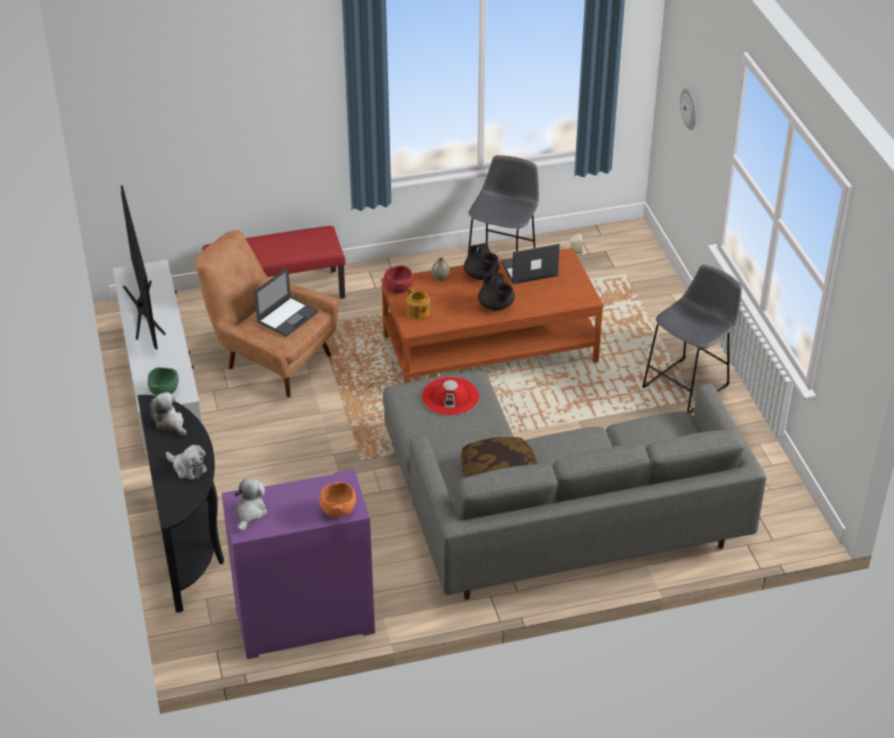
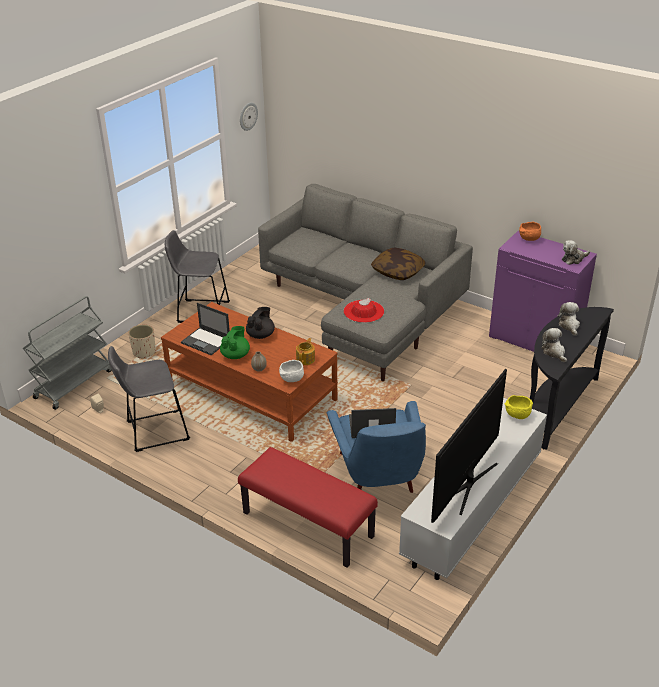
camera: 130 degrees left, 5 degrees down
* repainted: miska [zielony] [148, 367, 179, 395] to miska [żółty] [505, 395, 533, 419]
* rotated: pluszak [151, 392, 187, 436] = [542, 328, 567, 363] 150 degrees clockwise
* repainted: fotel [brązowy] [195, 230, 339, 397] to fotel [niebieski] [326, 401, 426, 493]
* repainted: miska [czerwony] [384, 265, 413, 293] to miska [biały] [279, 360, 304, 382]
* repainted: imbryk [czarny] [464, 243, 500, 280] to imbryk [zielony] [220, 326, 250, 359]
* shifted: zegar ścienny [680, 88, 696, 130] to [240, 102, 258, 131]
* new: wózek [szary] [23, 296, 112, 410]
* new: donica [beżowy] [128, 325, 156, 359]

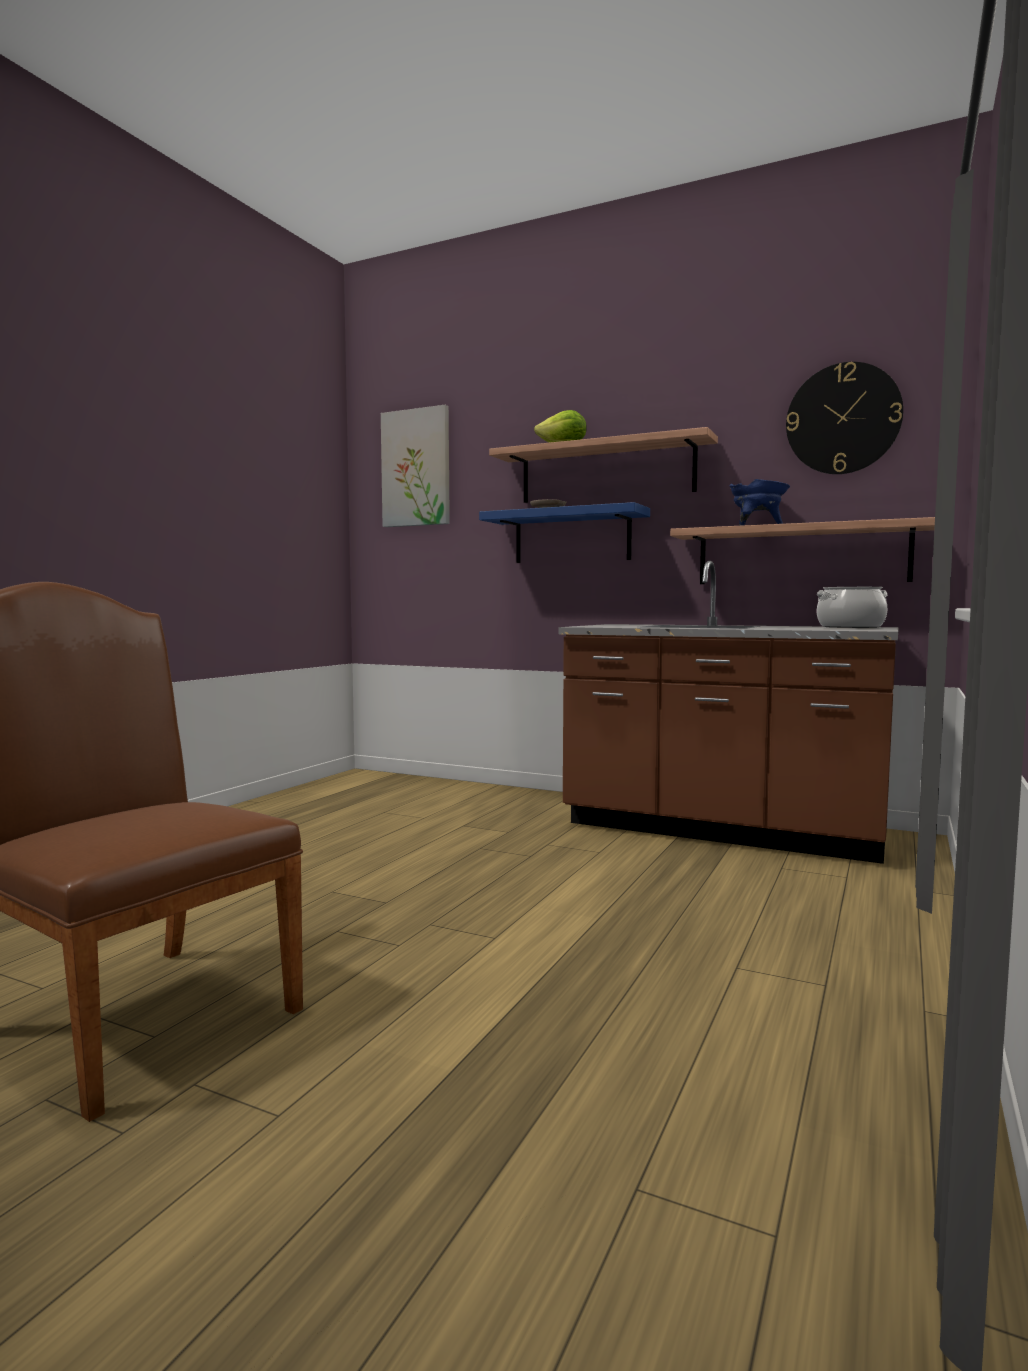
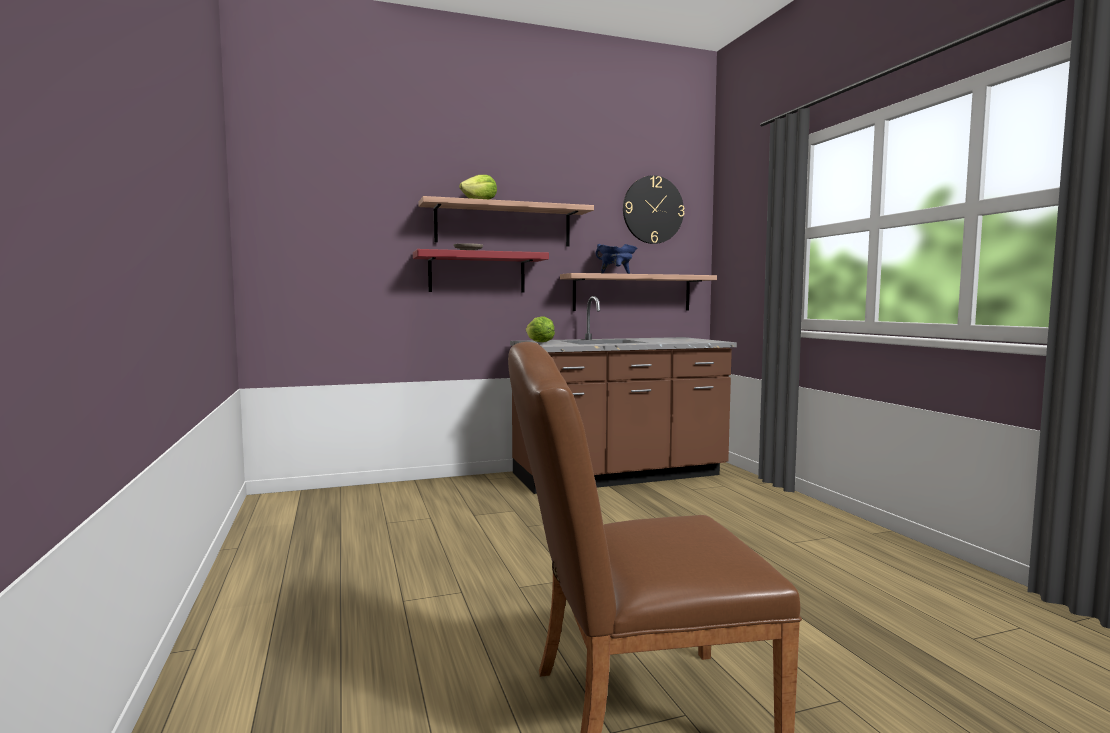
camera: 45 degrees left, 0 degrees up
* gone: obraz [381, 405, 450, 527]
* repainted: półka [niebieski] [479, 502, 650, 563] to półka [czerwony] [413, 249, 549, 292]
* gone: garnek [817, 587, 888, 628]
* new: sałata [526, 316, 555, 342]

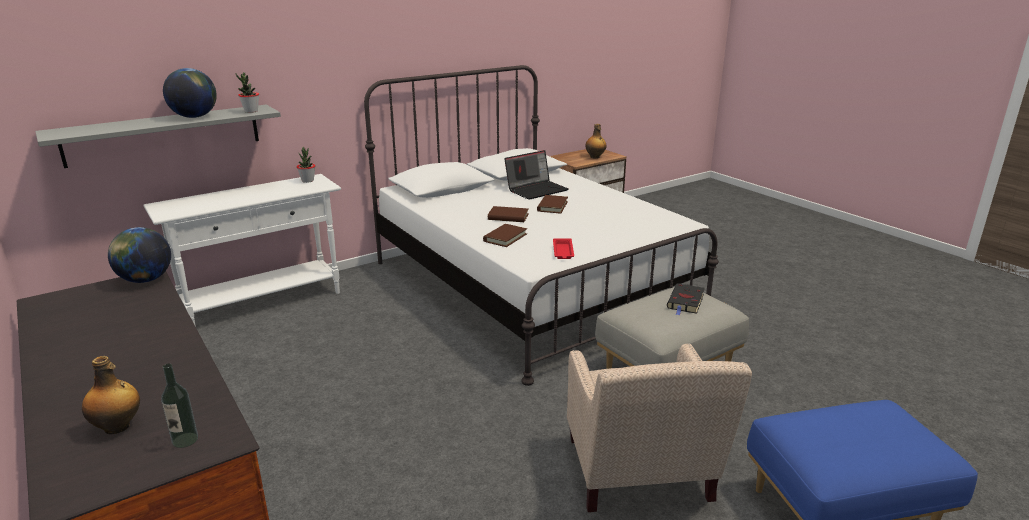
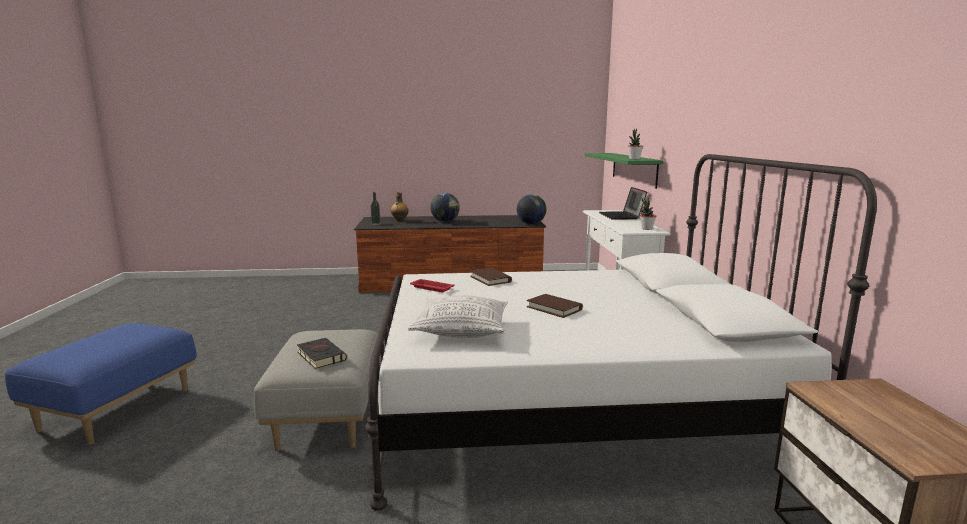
camera: 120 degrees right, 10 degrees down
* repainted: półka [szary] [35, 105, 281, 168] to półka [zielony] [585, 153, 664, 189]
* shifted: globus [163, 68, 217, 118] to [430, 193, 460, 222]
* gone: książka [brązowy] [488, 206, 529, 222]
* shifted: laptop [504, 150, 568, 200] to [599, 187, 647, 220]
* gone: fotel [beżowy] [567, 343, 752, 512]
* gone: butelka [585, 124, 607, 159]
* new: poduszka [408, 295, 508, 338]

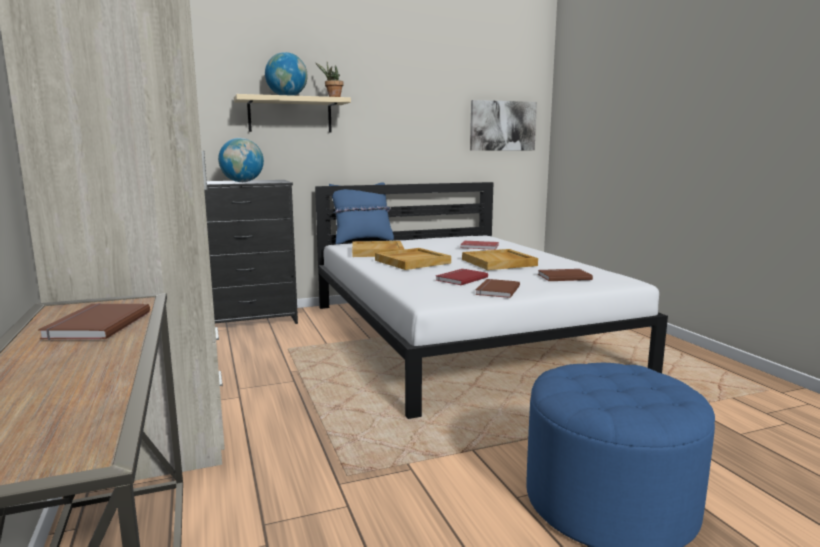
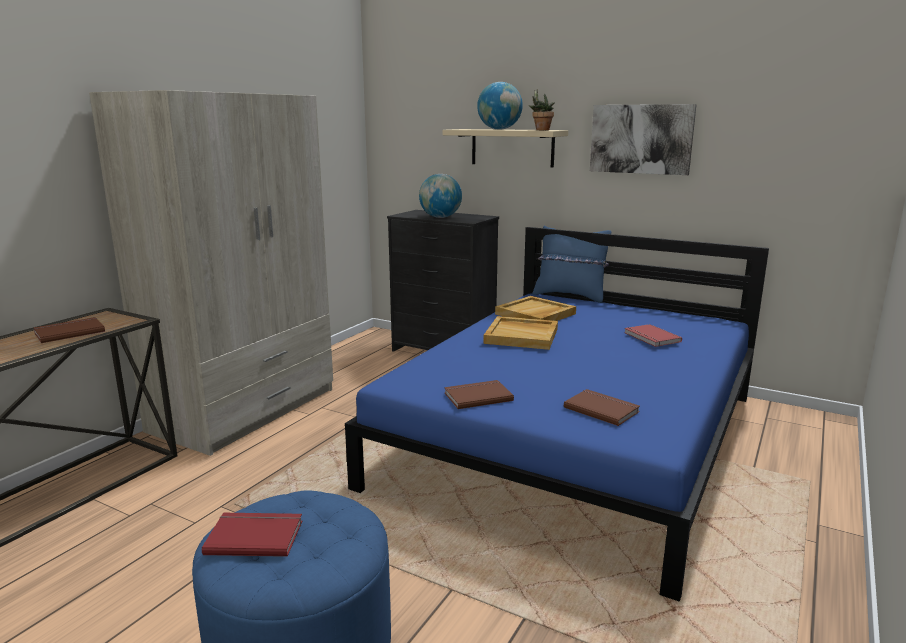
camera: 50 degrees right, 5 degrees up
* repainted: łóżko [biały] [315, 182, 668, 419] to łóżko [niebieski] [345, 227, 769, 602]
* shifted: książka [czerwony] [436, 269, 488, 285] to [202, 513, 302, 557]
* gone: taca [beżowy] [462, 249, 538, 270]
* shifted: obraz [470, 100, 537, 150] to [590, 104, 697, 175]

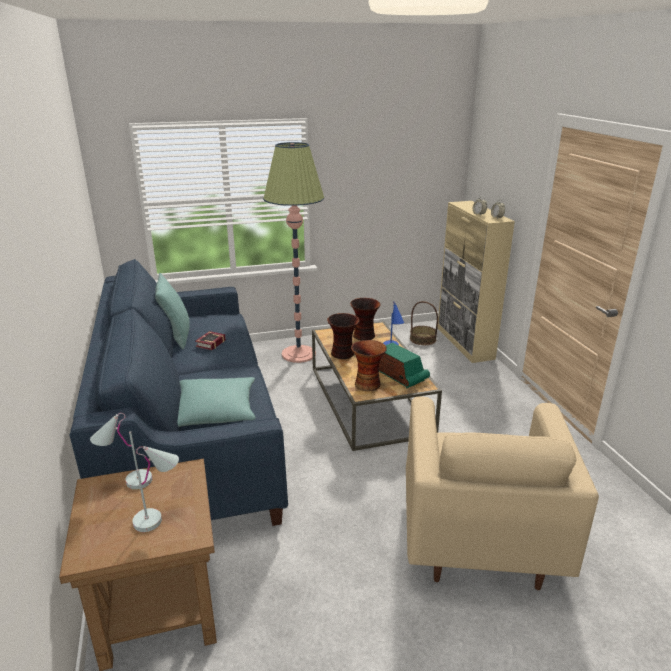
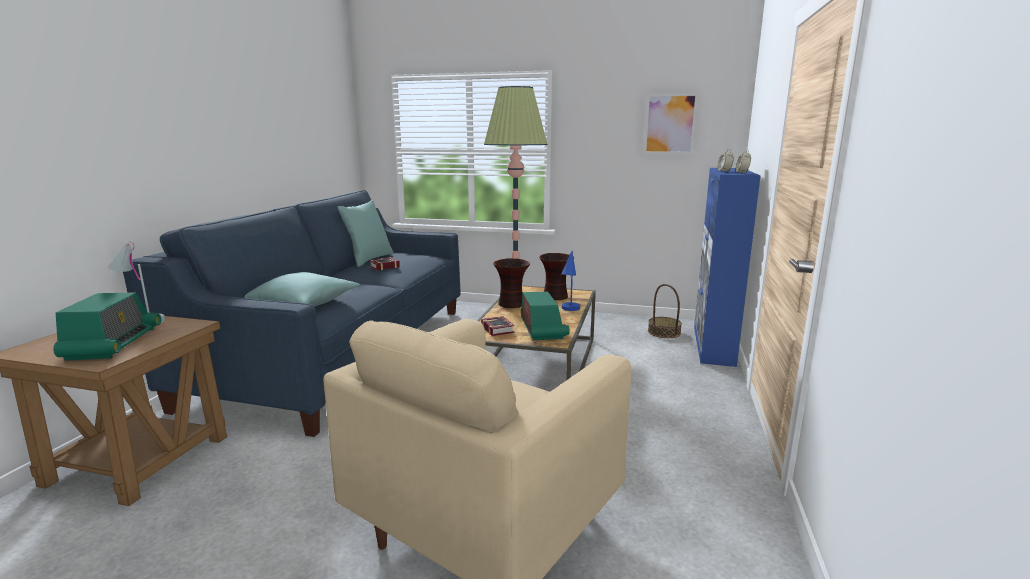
camera: 30 degrees right, 10 degrees down
* swapped: lampa stołowa [biały] [132, 446, 179, 532] to radio [53, 293, 161, 361]
* swapped: wazon [351, 340, 387, 391] to książka [481, 316, 514, 336]
* repainted: szafka [beżowy] [437, 201, 515, 363] to szafka [niebieski] [694, 168, 761, 367]
* new: obraz [643, 93, 698, 154]

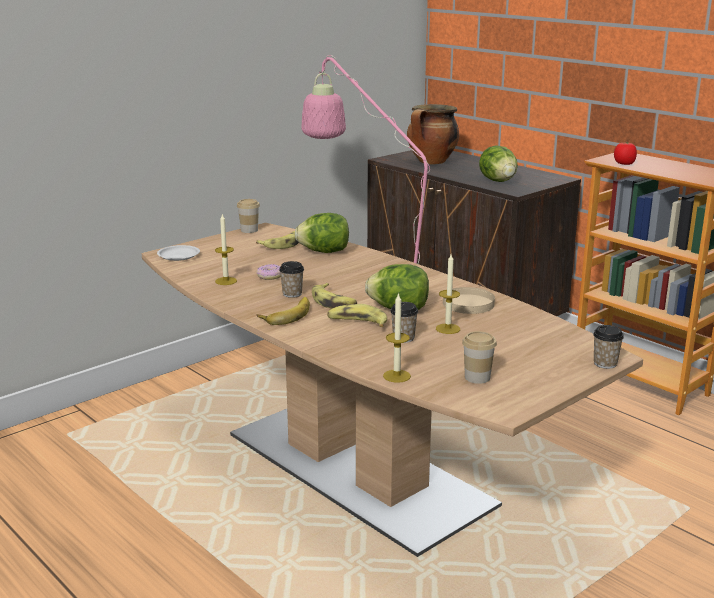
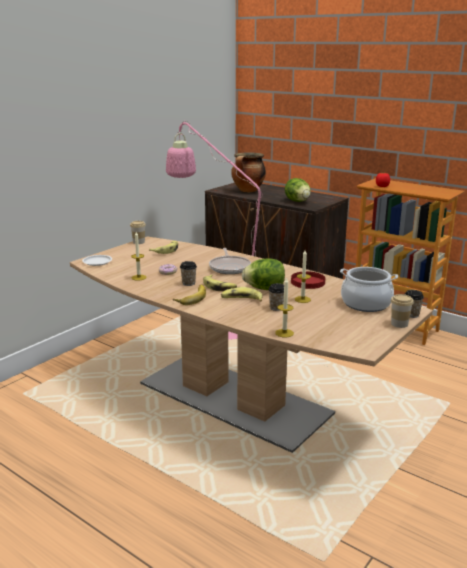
camera: 10 degrees left, 0 degrees up
* gone: sałata [295, 213, 349, 253]
* repainted: talerz [beżowy] [443, 287, 495, 314] to talerz [czerwony] [291, 271, 325, 289]
* shifted: filiżanka [462, 331, 497, 384] to [391, 294, 414, 328]
* new: patelnia [209, 248, 251, 274]
* new: garnek [340, 267, 398, 312]

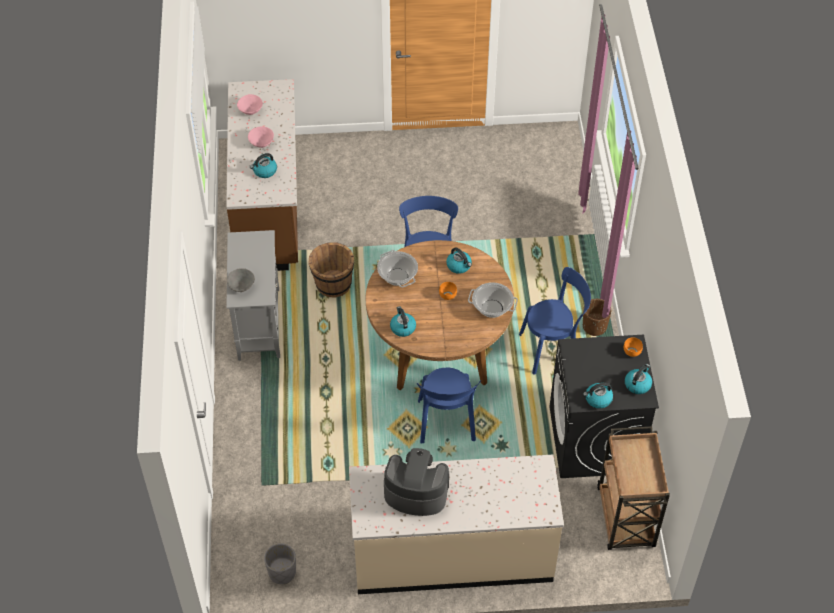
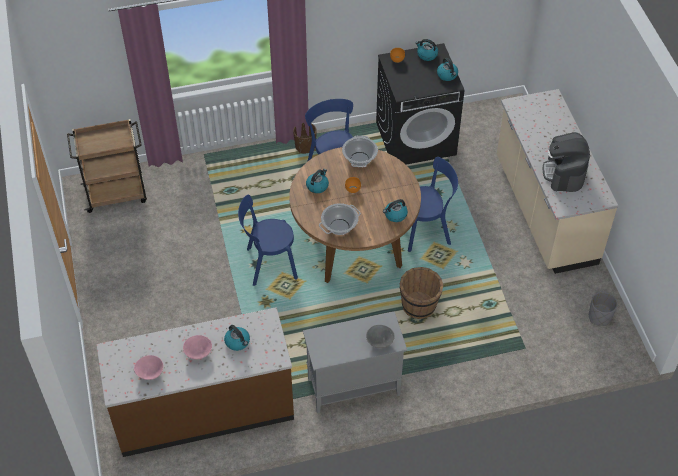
camera: 100 degrees left, 0 degrees up
* shifted: wiadro [brązowy] [309, 243, 354, 297] to [400, 267, 443, 319]
* shifted: wózek [brązowy] [597, 426, 670, 550] to [67, 119, 147, 213]

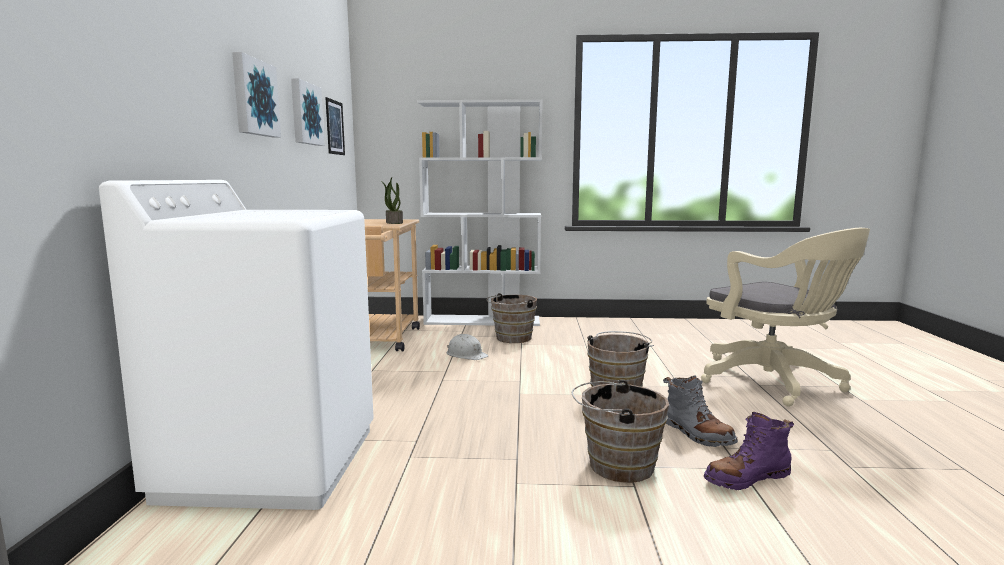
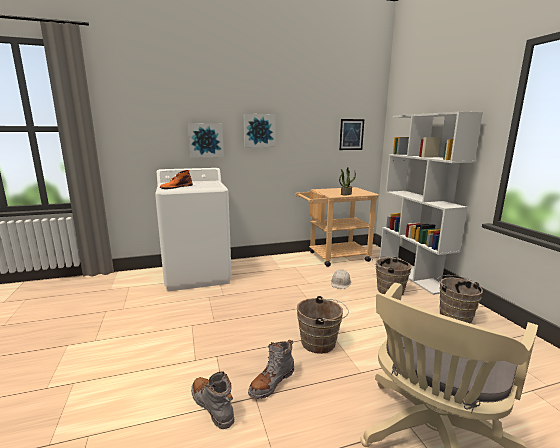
camera: 70 degrees right, 5 degrees up
* shifted: obraz [291, 78, 325, 146] to [188, 123, 224, 158]
* shifted: wiadro [brązowy] [572, 379, 669, 483] to [437, 275, 483, 323]
* repainted: but z cholewką [fioletowy] [704, 412, 794, 490] to but z cholewką [szary] [191, 371, 234, 429]
* new: but z cholewką [pomarańczowy] [160, 170, 193, 189]

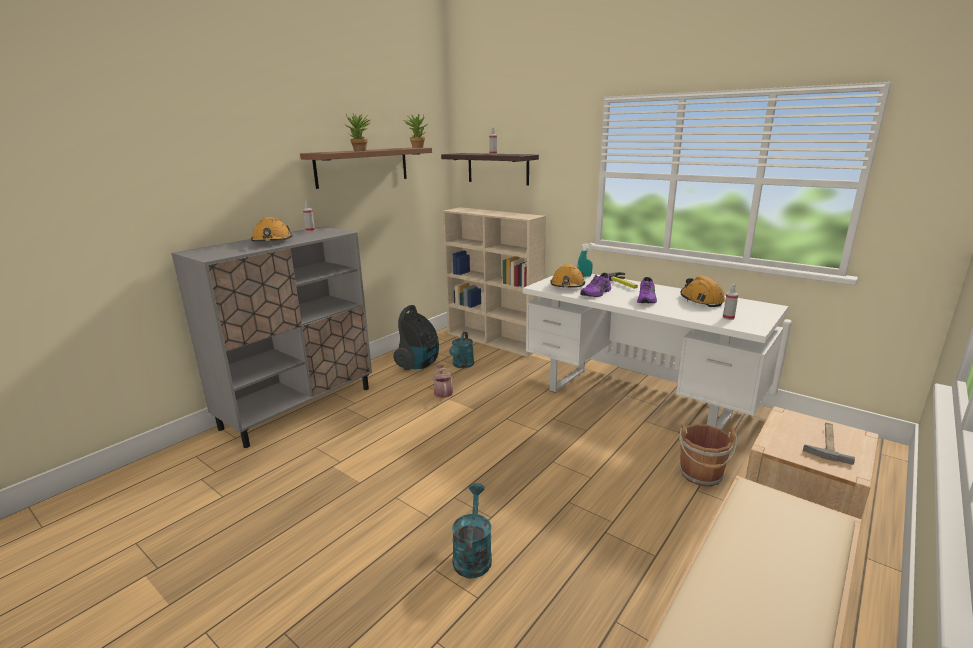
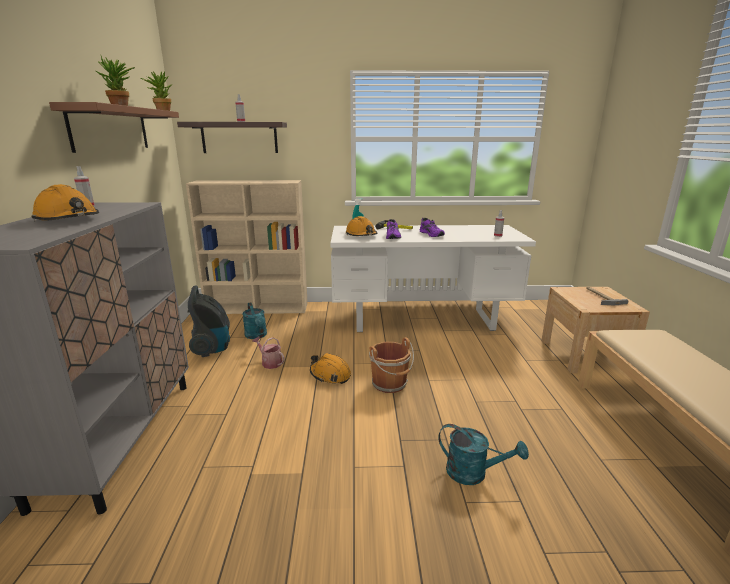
camera: 40 degrees left, 0 degrees up
* rotated: konewka [turkusowy] [452, 483, 492, 578] = [438, 424, 529, 485] 150 degrees clockwise
* shifted: wiadro [brązowy] [679, 424, 738, 487] to [369, 337, 414, 393]
* shifted: kask [pomarańczowy] [681, 276, 725, 307] to [310, 353, 351, 384]

